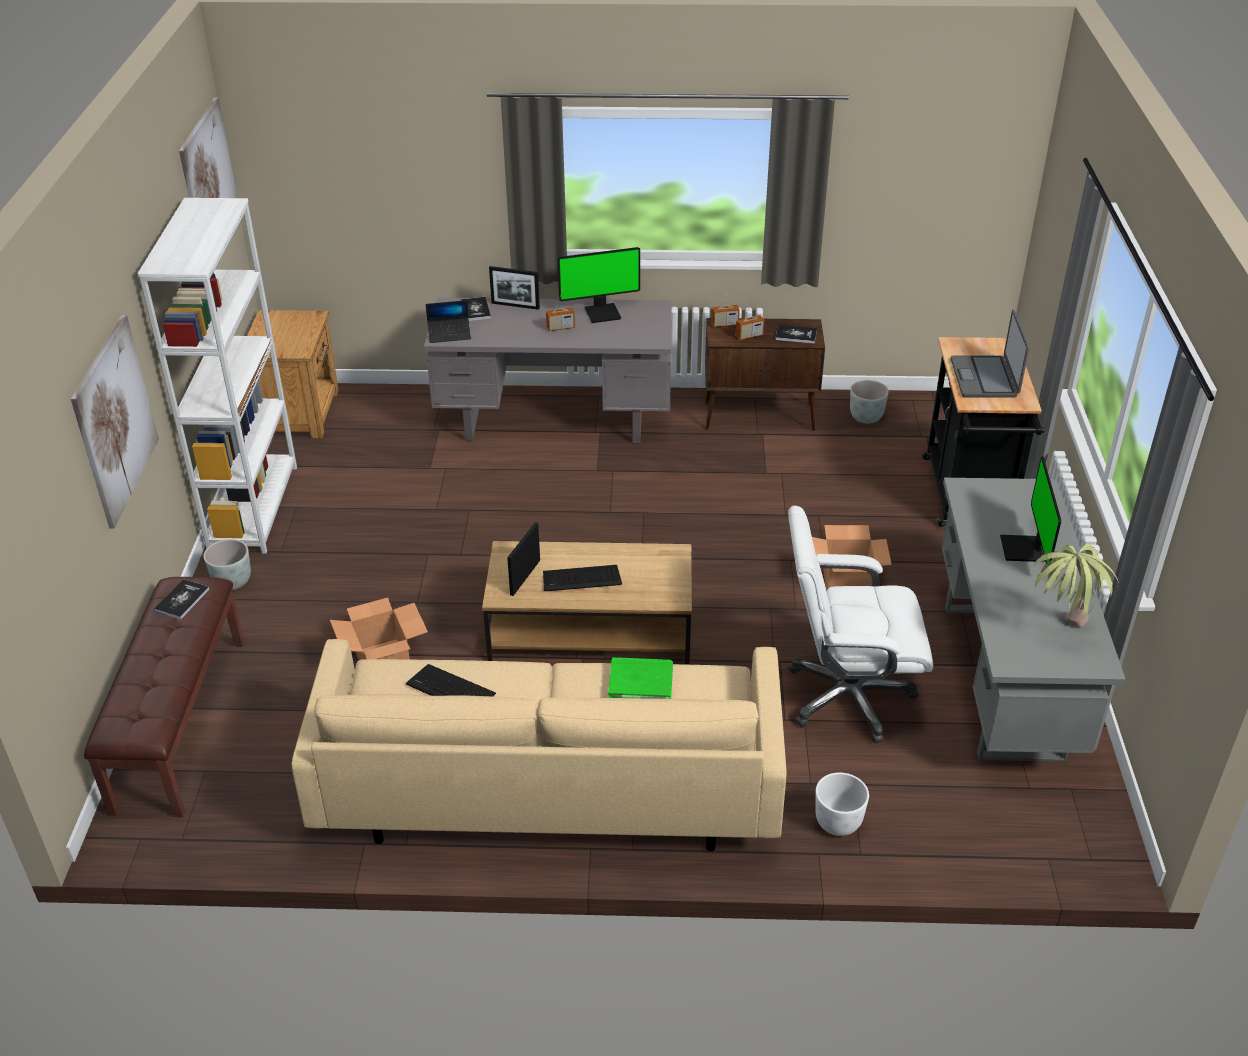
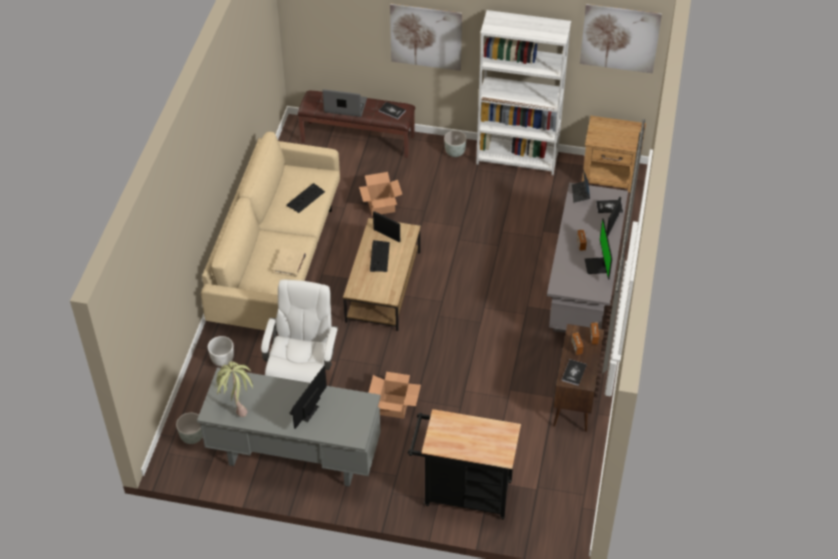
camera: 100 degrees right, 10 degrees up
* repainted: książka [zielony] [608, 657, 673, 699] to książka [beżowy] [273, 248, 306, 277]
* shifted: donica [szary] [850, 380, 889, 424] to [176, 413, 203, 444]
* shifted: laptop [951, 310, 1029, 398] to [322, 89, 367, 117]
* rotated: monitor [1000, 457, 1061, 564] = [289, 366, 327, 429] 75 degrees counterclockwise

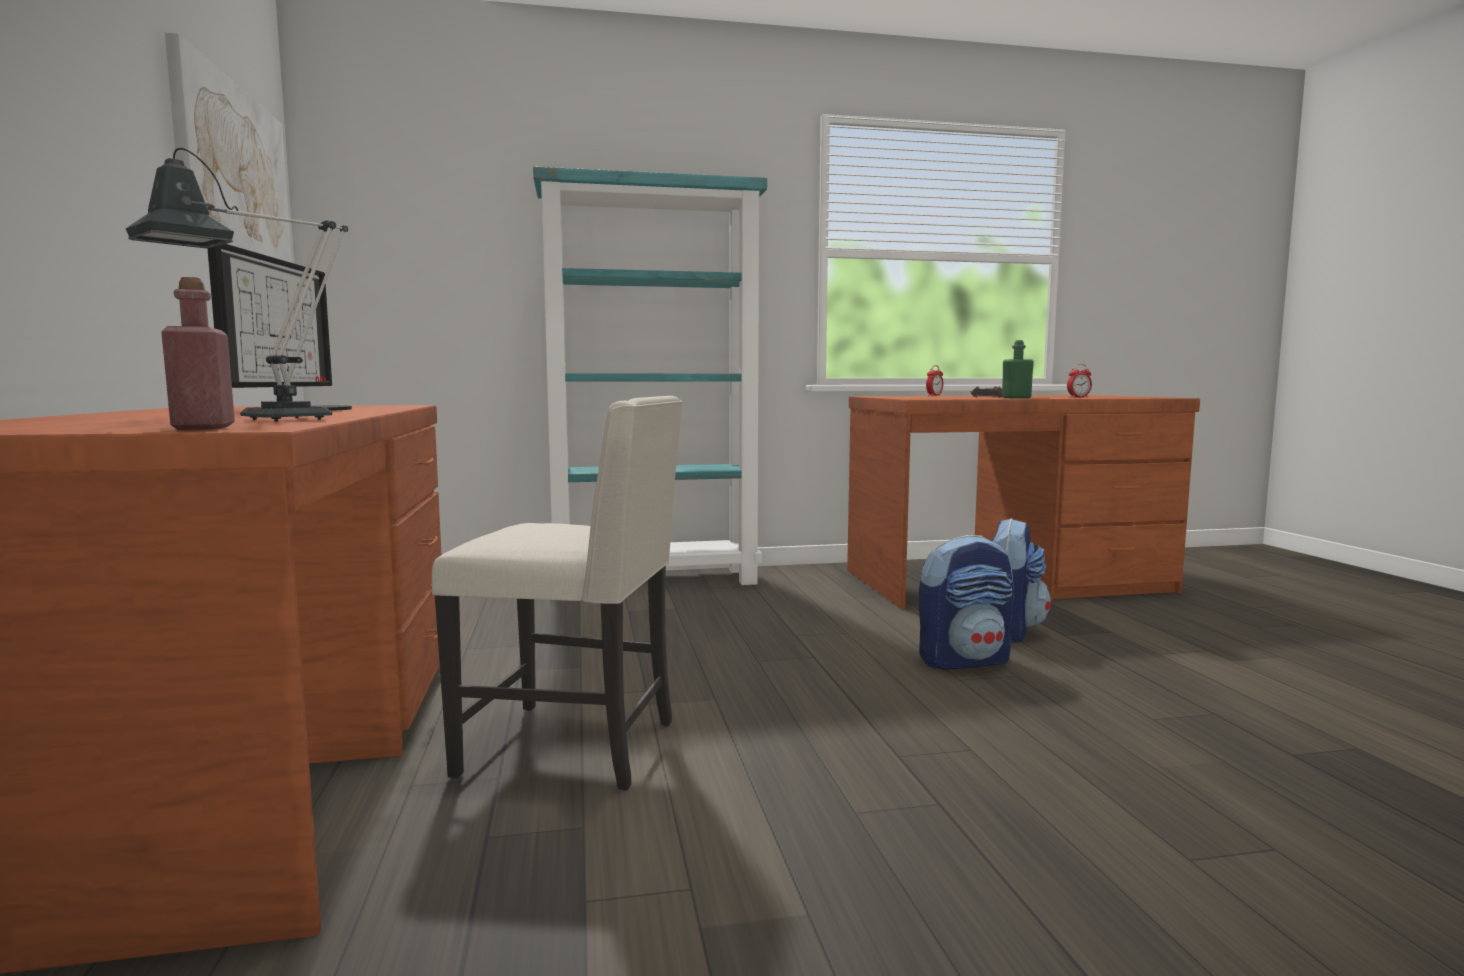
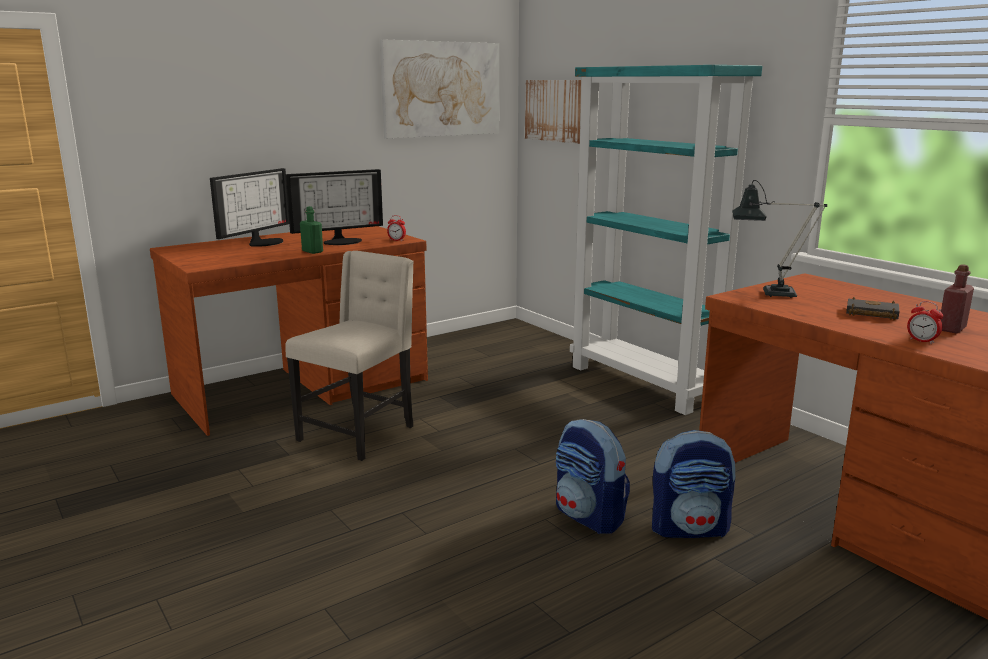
camera: 65 degrees right, 10 degrees up
* shifted: lampa stołowa [126, 148, 348, 421] to [732, 180, 827, 298]
* shifted: butelka [czerwony] [161, 277, 235, 430] to [940, 264, 974, 333]
* rotated: krzesło [beżowy] [432, 396, 683, 791] = [285, 251, 414, 461] 135 degrees counterclockwise
* shifted: budzik [926, 365, 943, 396] to [387, 215, 406, 241]
* shifted: butelka [zielony] [1002, 340, 1034, 398] to [300, 206, 323, 254]
* new: monitor [210, 168, 289, 247]
* new: obraz [525, 80, 582, 144]

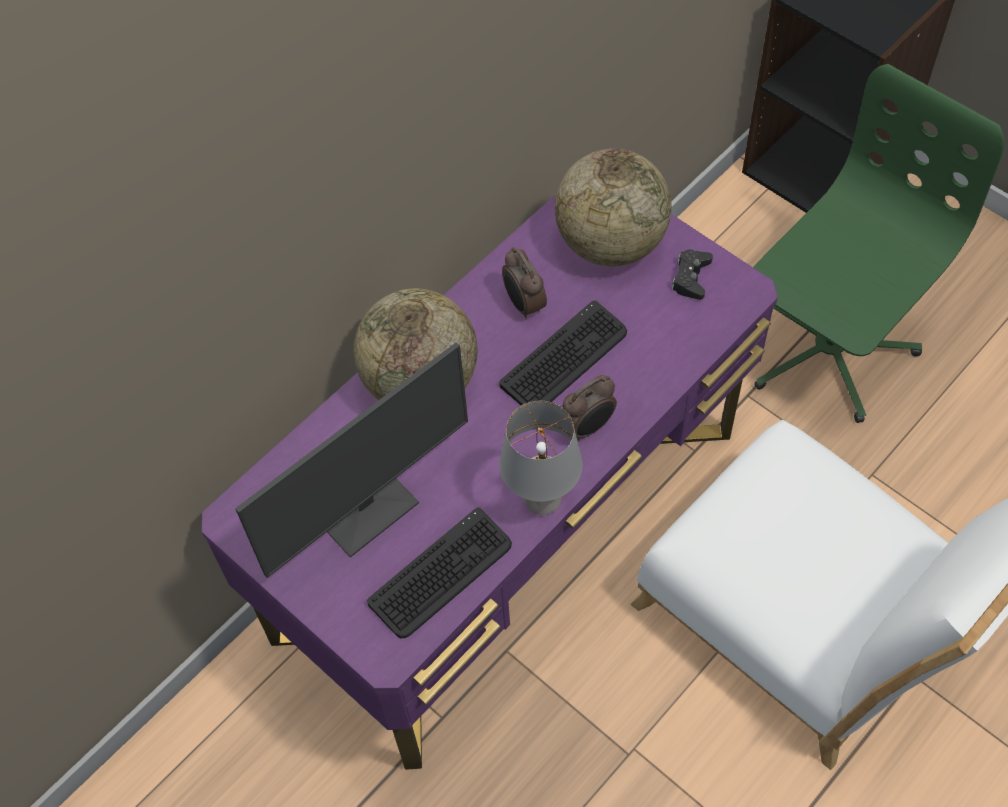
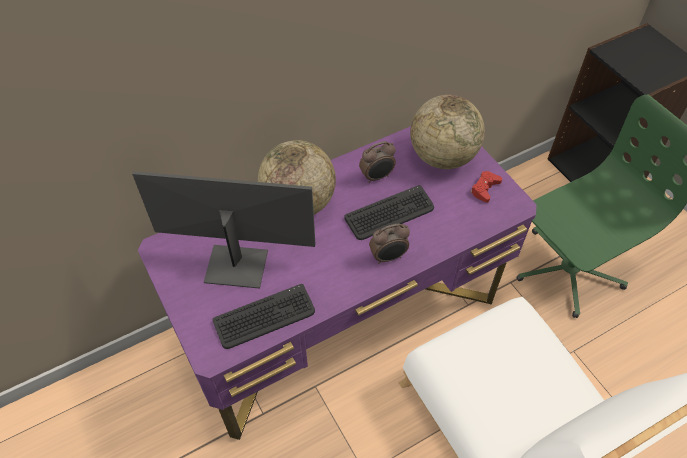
camera: 15 degrees right, 5 degrees down
* rotated: monitor [235, 342, 468, 578] = [132, 171, 315, 289] 150 degrees counterclockwise
* gone: lampa stołowa [szary] [499, 401, 582, 515]
* rotated: budzik [502, 247, 547, 320] = [359, 141, 396, 183] 105 degrees counterclockwise
* repainted: pad do gier [czarny] [671, 249, 713, 300] to pad do gier [czerwony] [471, 171, 502, 203]

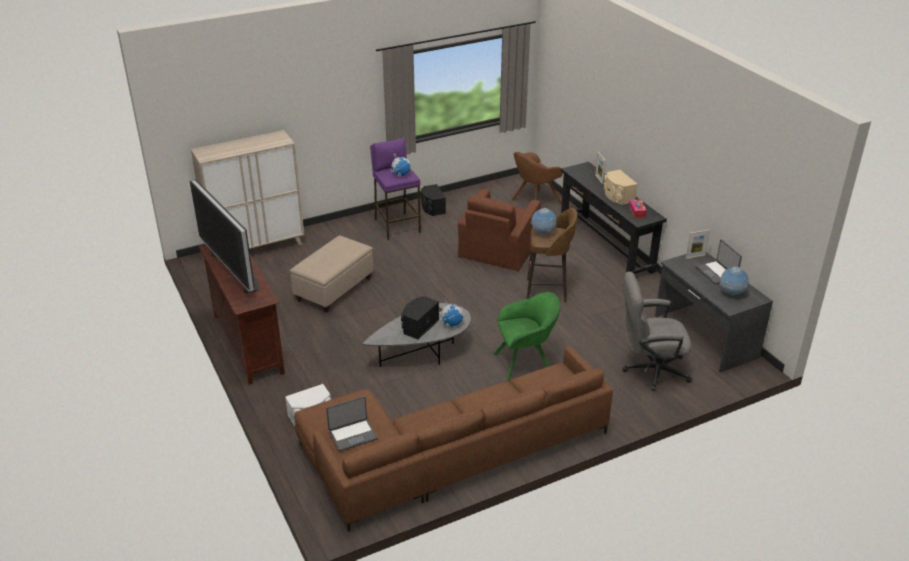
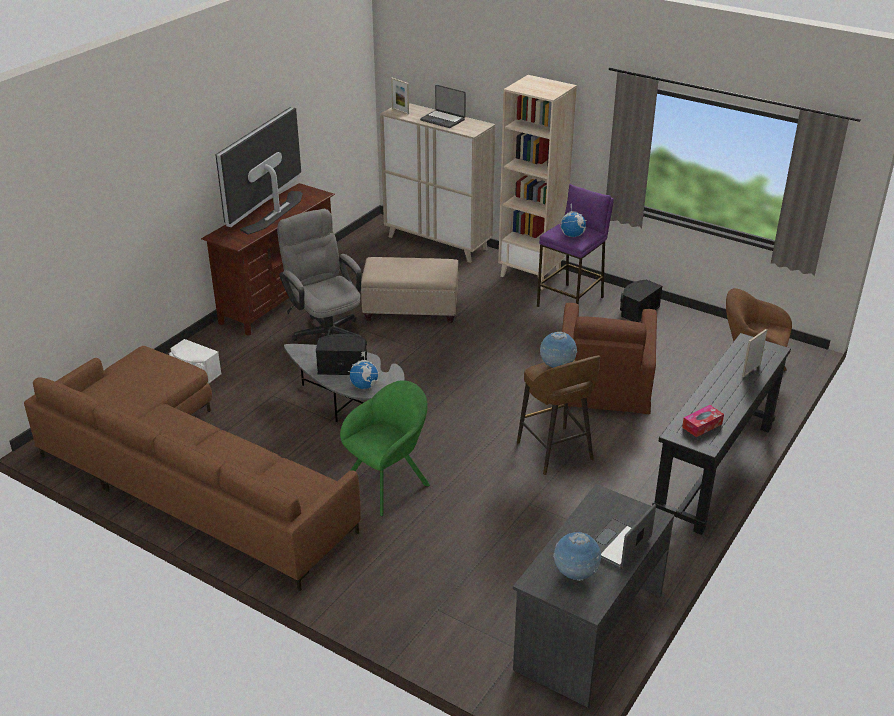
camera: 60 degrees right, 0 degrees up
* shifted: laptop [326, 396, 378, 451] to [420, 84, 466, 128]
* rotated: fotel [brązowy] [458, 189, 541, 271] = [562, 303, 657, 414] 75 degrees counterclockwise
* rotated: fotel [zielony] [493, 292, 560, 382] = [340, 380, 430, 516] 90 degrees counterclockwise
* gone: głośnik [beżowy] [604, 170, 637, 205]
* shifted: krzesło biurowe [szary] [622, 272, 692, 391] to [277, 209, 362, 341]
* shifted: ramka na zdjęcie [686, 230, 710, 259] to [391, 78, 409, 114]
* new: regał [beżowy] [498, 75, 577, 290]

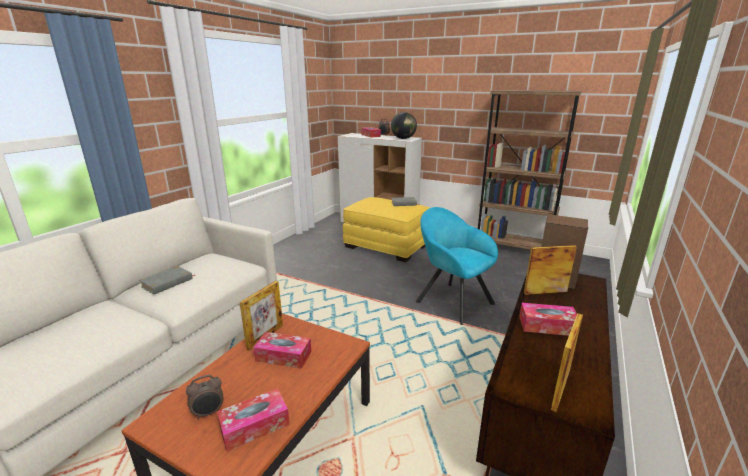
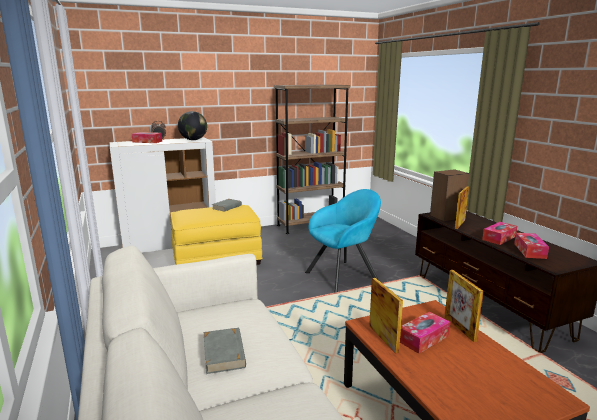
camera: 50 degrees left, 5 degrees down
* gone: budzik [186, 375, 223, 420]
* shifted: pudełko chusteczek [217, 388, 290, 452] to [514, 233, 549, 259]
* rotated: fotel [turkusowy] [415, 207, 498, 325] = [305, 189, 381, 292] 150 degrees clockwise
* shifted: ramka na zdjęcie [551, 313, 583, 412] to [445, 270, 484, 342]

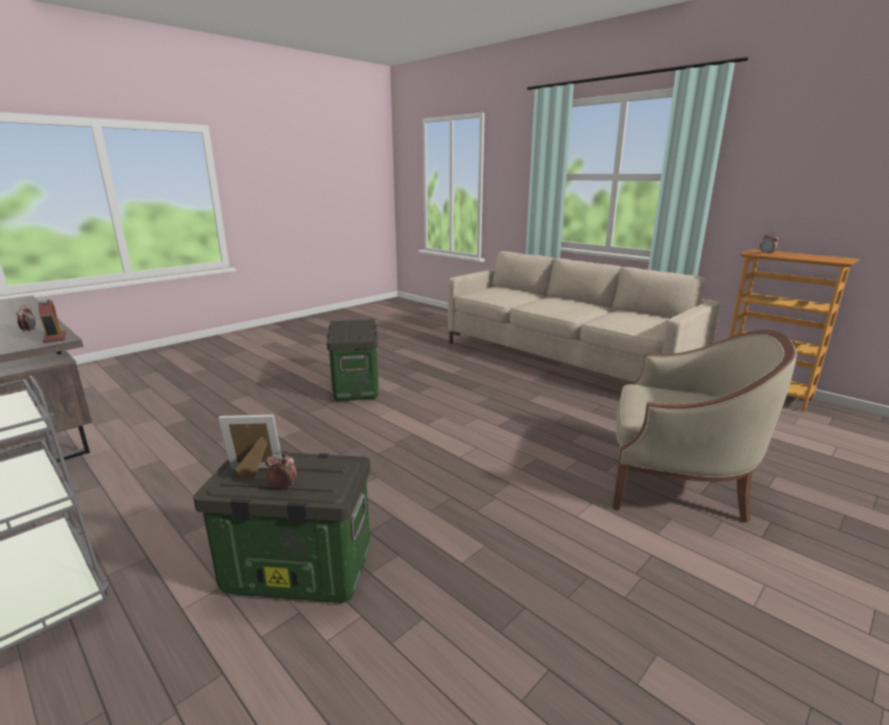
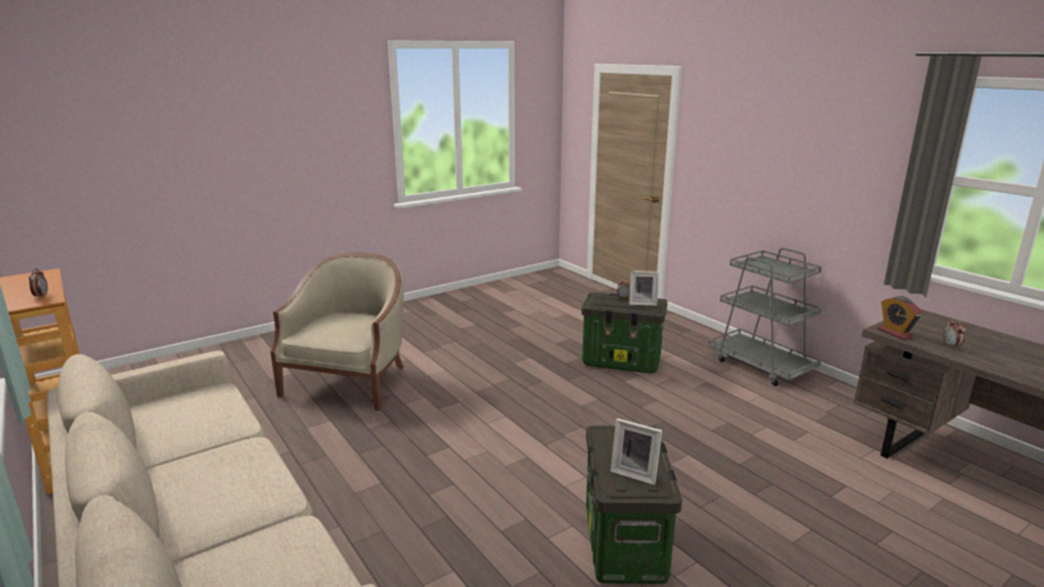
camera: 170 degrees left, 0 degrees up
* rotated: fotel [beżowy] [613, 330, 797, 523] = [270, 252, 404, 411] 75 degrees clockwise
* new: ramka na zdjęcie [611, 418, 662, 485]

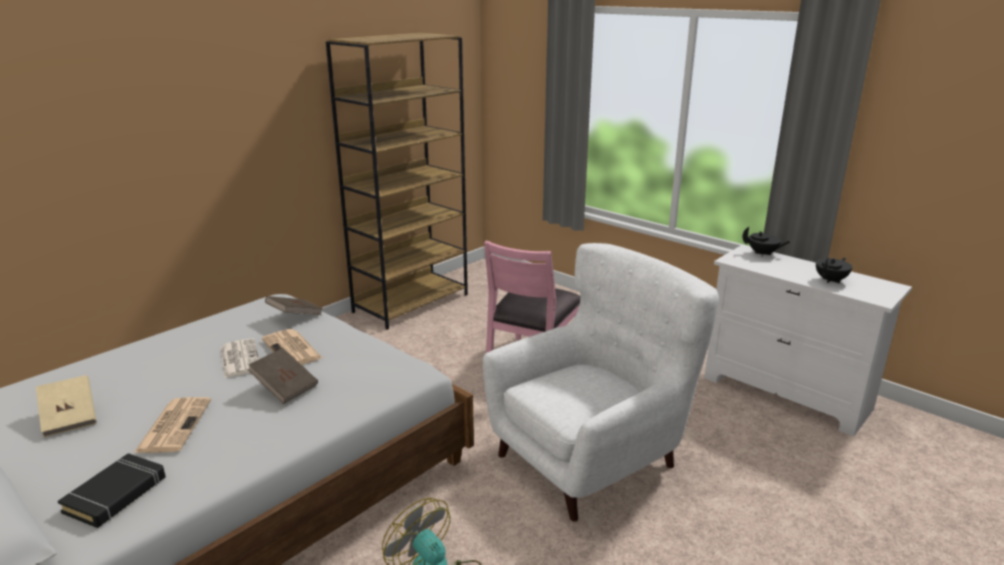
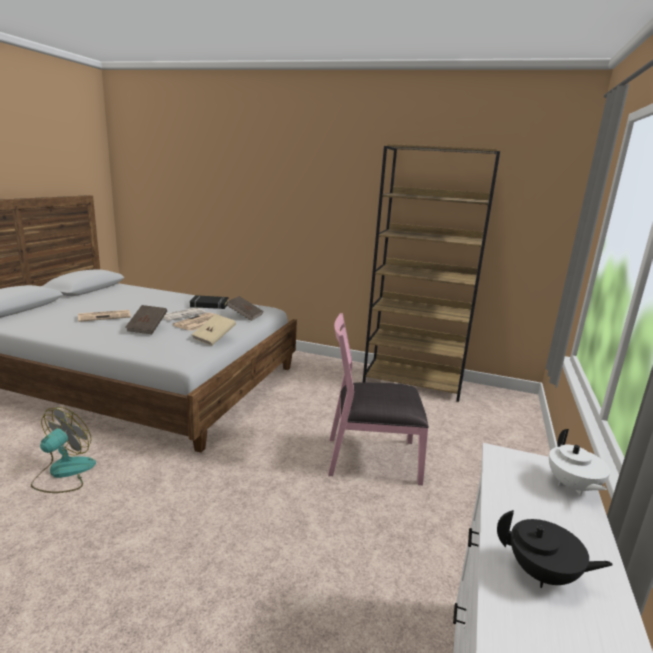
camera: 65 degrees right, 5 degrees down
* shifted: książka [beżowy] [36, 375, 97, 437] to [191, 314, 236, 346]
* shifted: książka [czarny] [58, 453, 166, 528] to [190, 295, 229, 309]
* gone: fotel [biały] [483, 243, 719, 522]
* repainted: imbryk [czarny] [742, 227, 790, 256] to imbryk [biały] [549, 429, 610, 496]

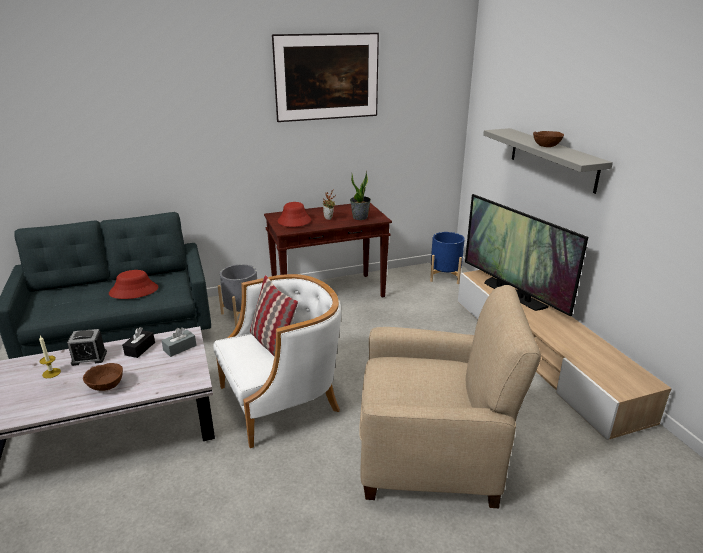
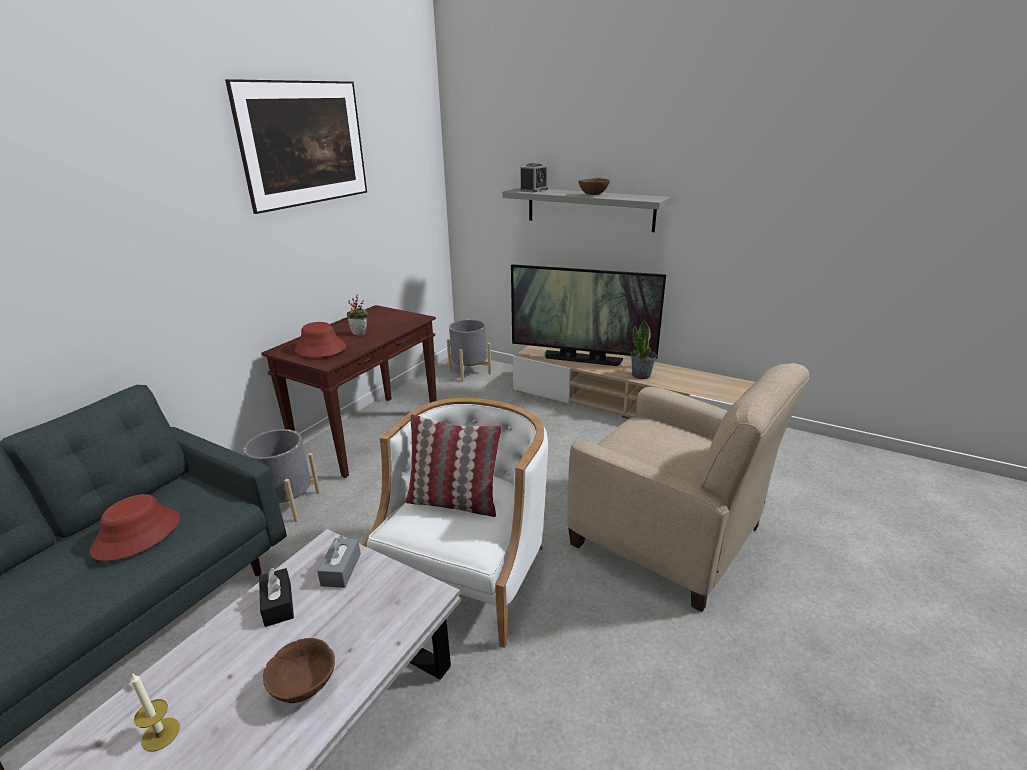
camera: 40 degrees left, 0 degrees up
* shifted: budzik [67, 329, 107, 366] to [520, 163, 548, 193]
* shifted: roślina doniczkowa [350, 171, 371, 220] to [631, 319, 657, 379]
* rotated: fotel [beżowy] [359, 285, 541, 508] = [567, 363, 809, 612] 75 degrees clockwise
* repainted: donica [niebieski] [430, 232, 465, 284] to donica [szary] [447, 320, 491, 381]

